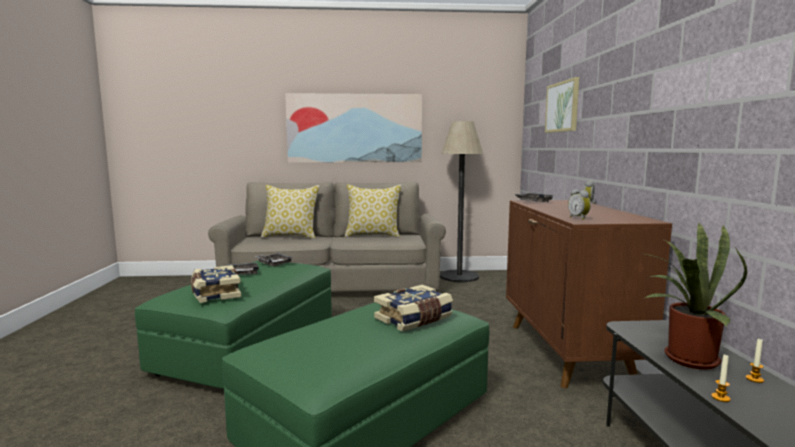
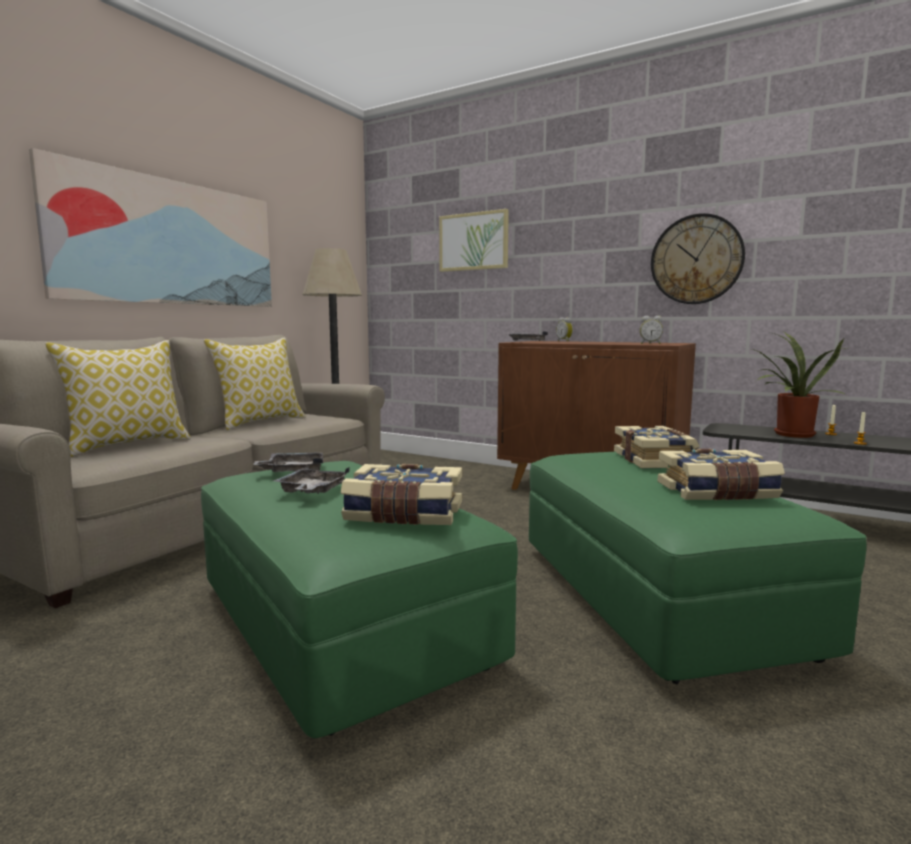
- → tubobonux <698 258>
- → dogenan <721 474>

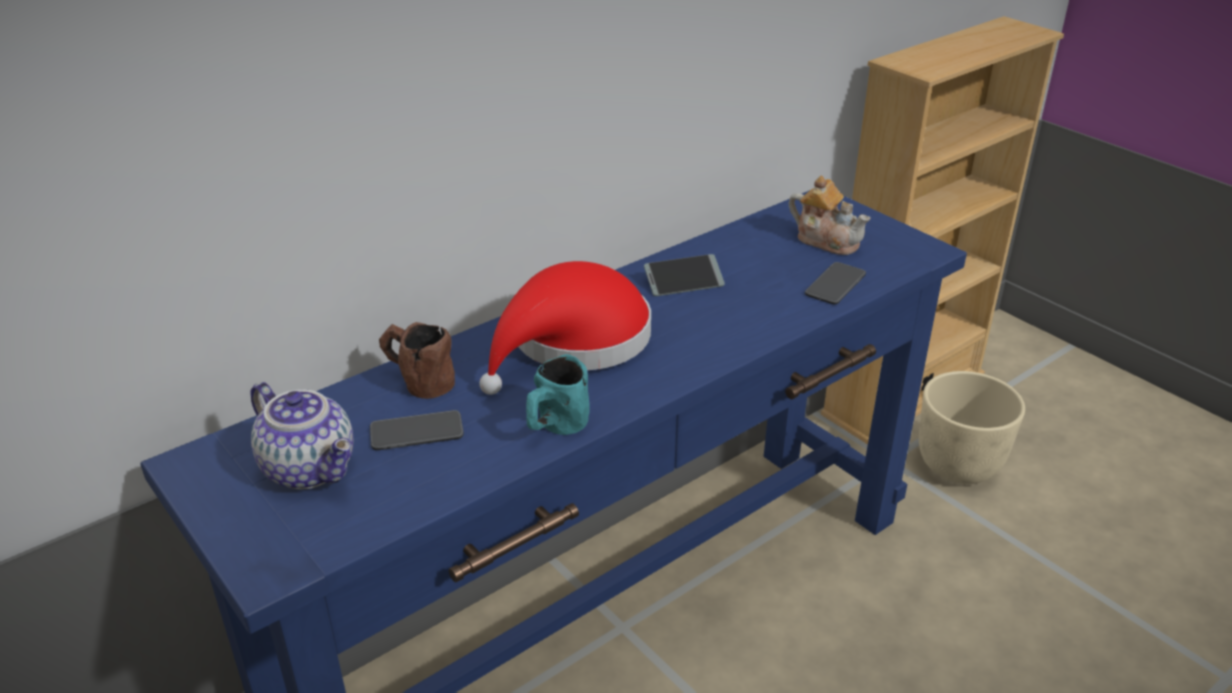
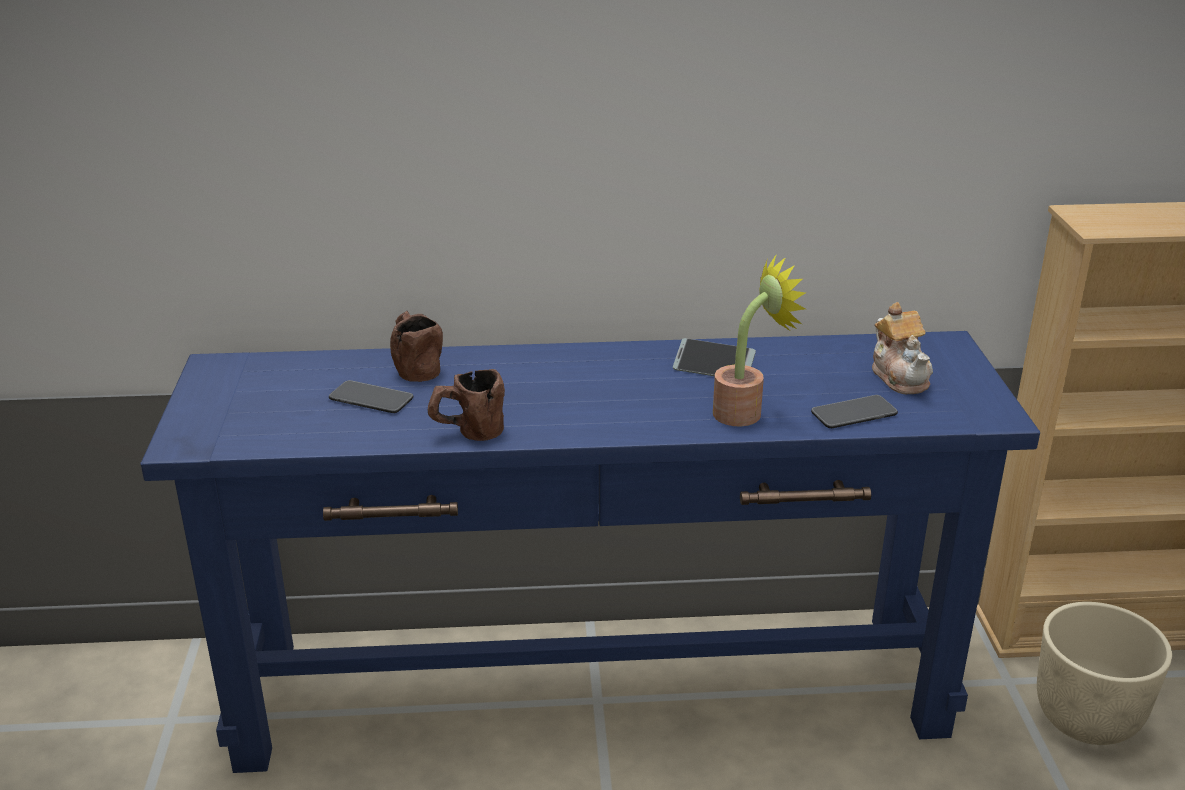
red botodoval <565 328> → -
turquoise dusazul <558 394> → brown dusazul <466 405>
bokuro <302 435> → -
- → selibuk <759 340>

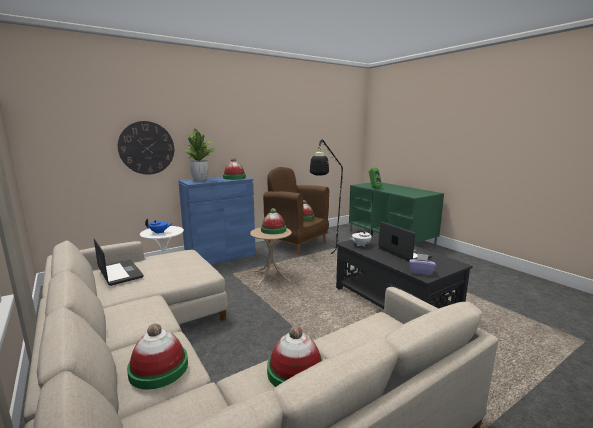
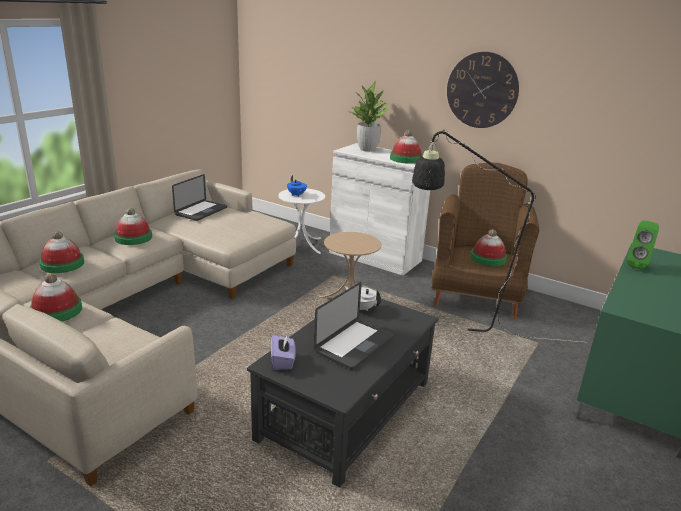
tubobonux <146 148> → tubobonux <483 90>, move
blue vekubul <217 221> → white vekubul <379 209>
botodoval <273 221> → botodoval <133 226>, move

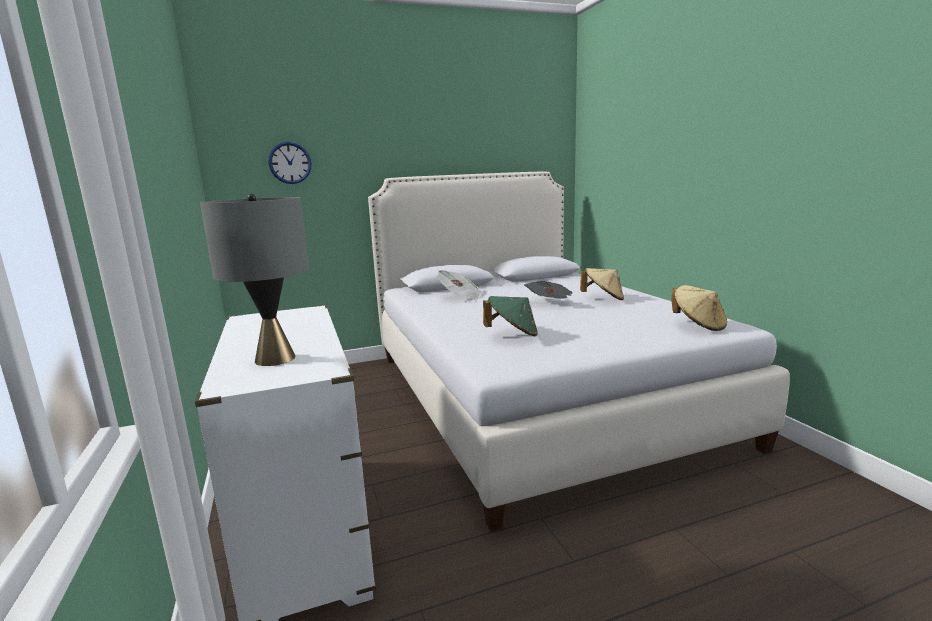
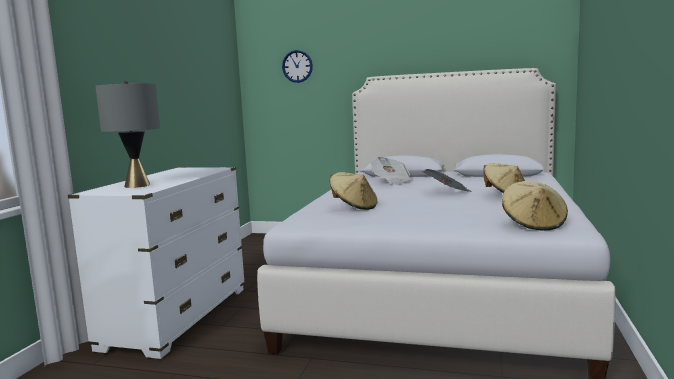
green botodoval <510 316> → beige botodoval <353 191>

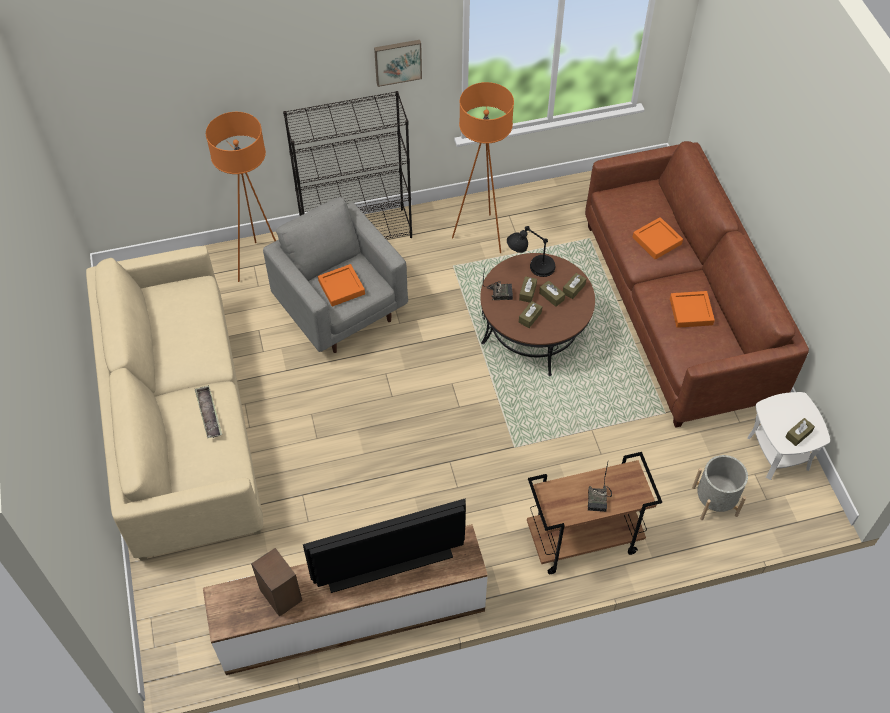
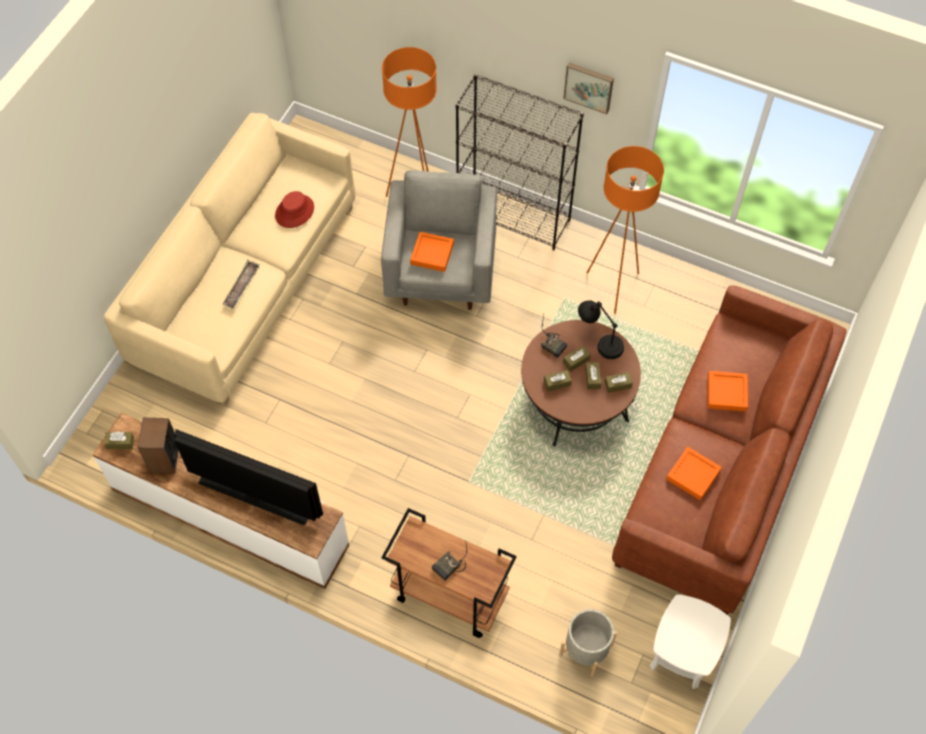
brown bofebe <800 432> → brown bofebe <119 440>, move
- → red botodoval <294 209>

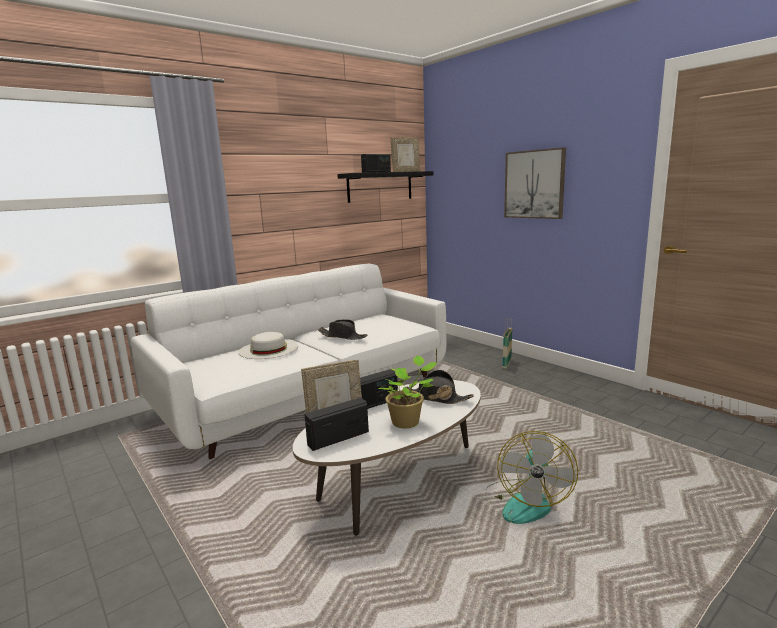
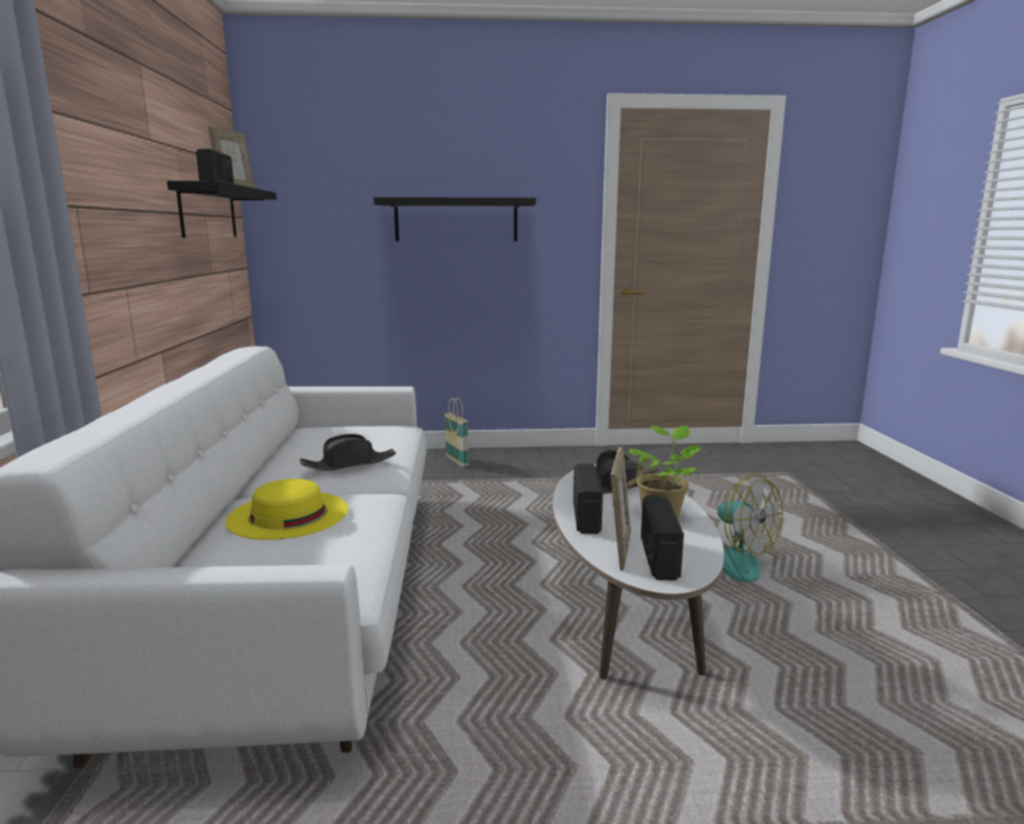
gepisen <535 183> → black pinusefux <454 219>
white botodoval <268 345> → yellow botodoval <286 509>

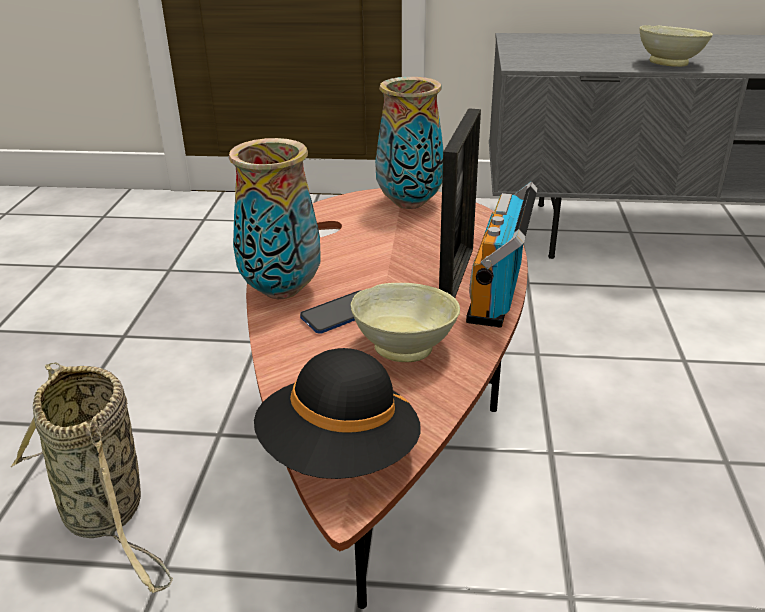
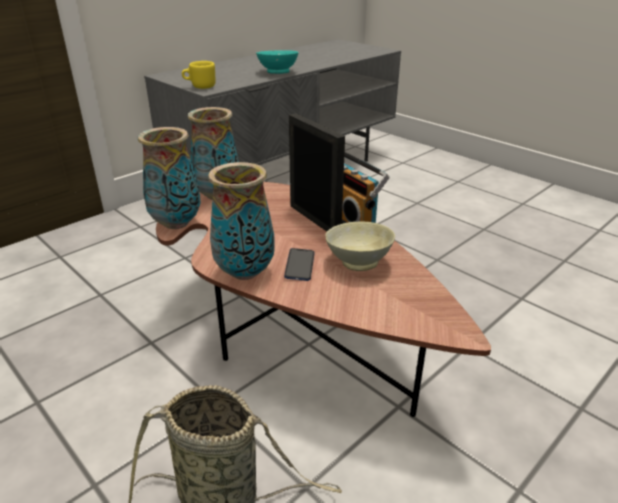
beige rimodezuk <676 46> → turquoise rimodezuk <277 62>
black botodoval <337 413> → -
- → yellow dusazul <198 75>
- → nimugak <169 178>

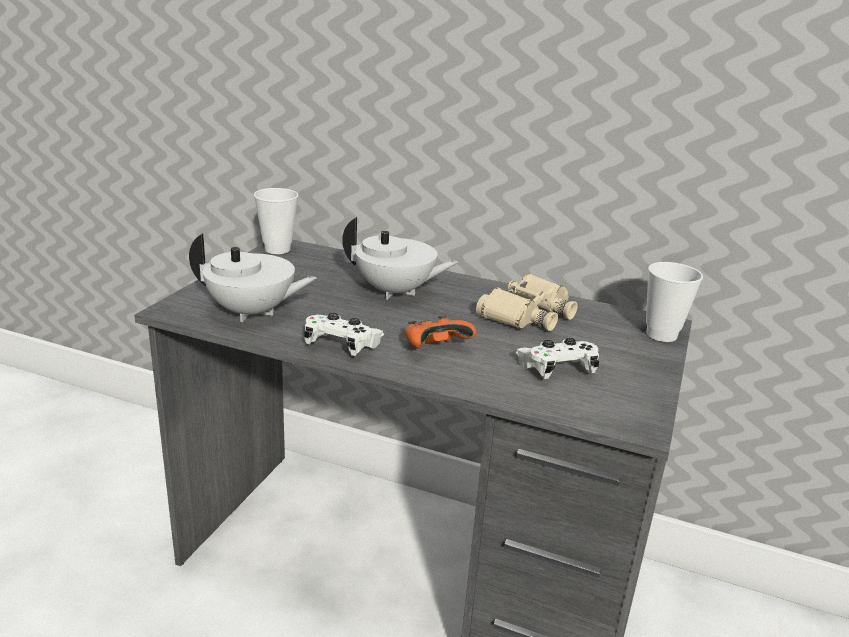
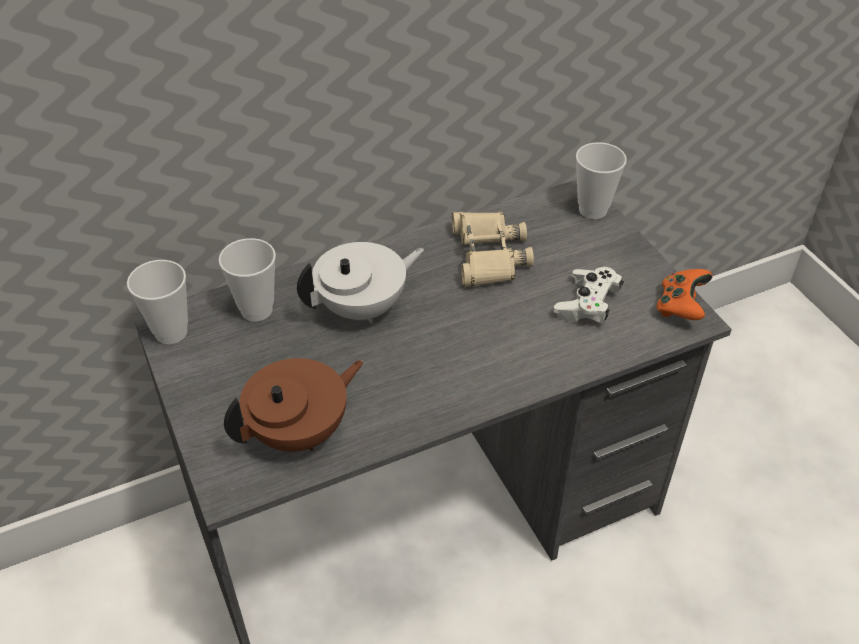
white bokuro <253 277> → brown bokuro <294 405>
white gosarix <344 334> → -
orange gosarix <441 331> → orange gosarix <685 294>, move
- → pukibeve <247 280>

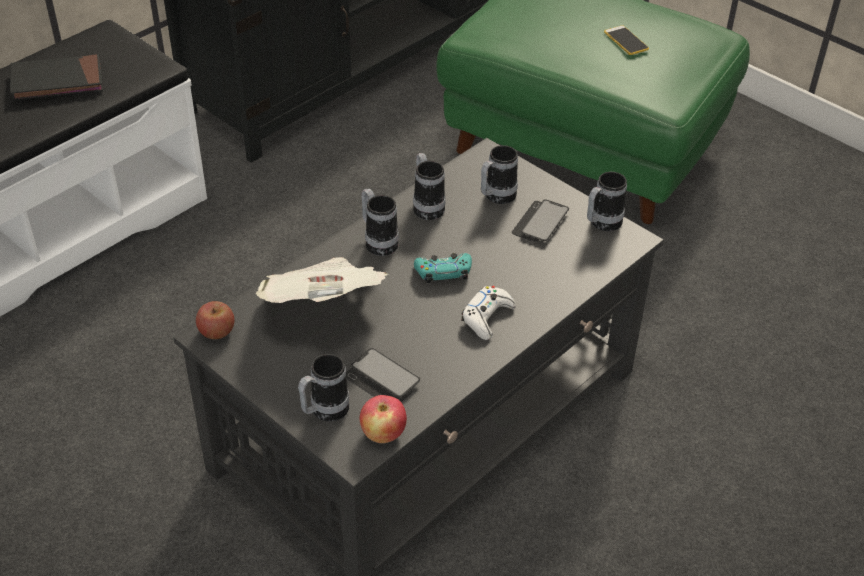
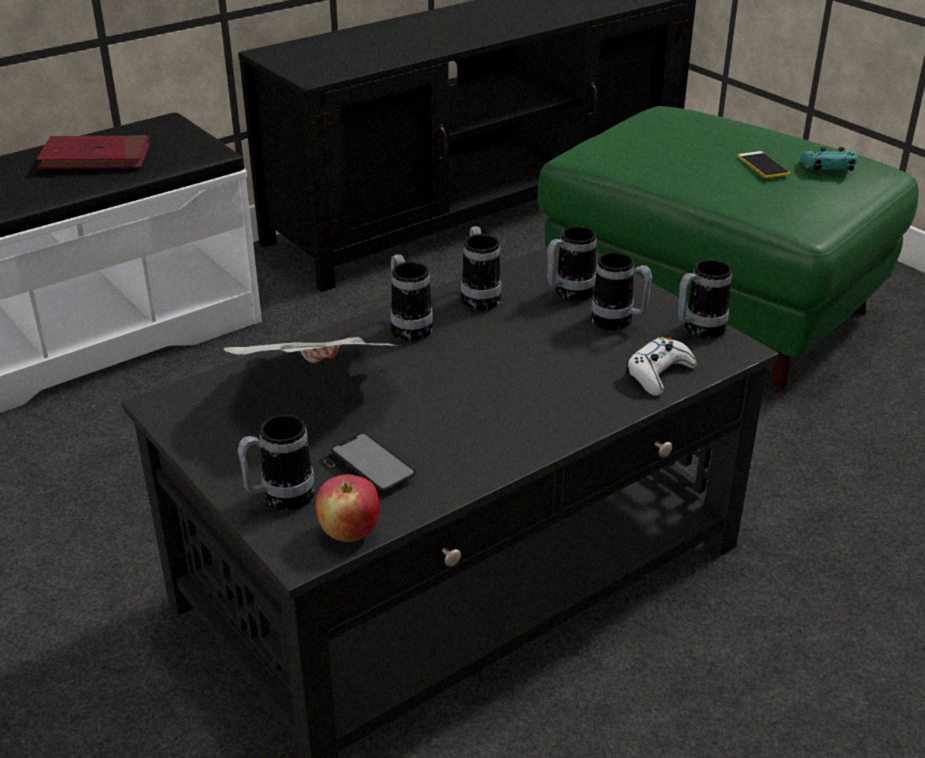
black dogenan <56 77> → red dogenan <93 152>
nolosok <540 221> → dusazul <621 291>
turquoise gosarix <443 268> → turquoise gosarix <829 159>, move
white gosarix <488 313> → white gosarix <661 366>, move
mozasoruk <215 320> → -

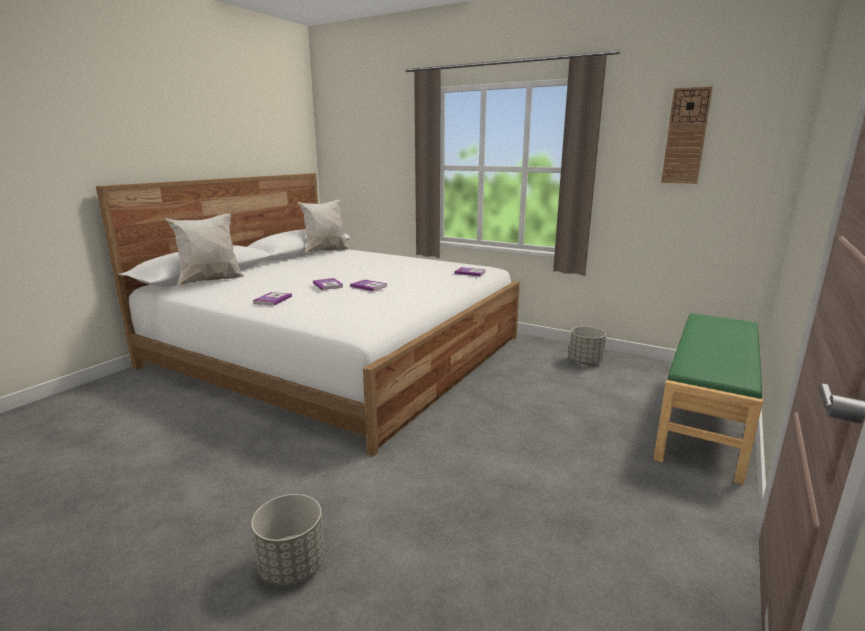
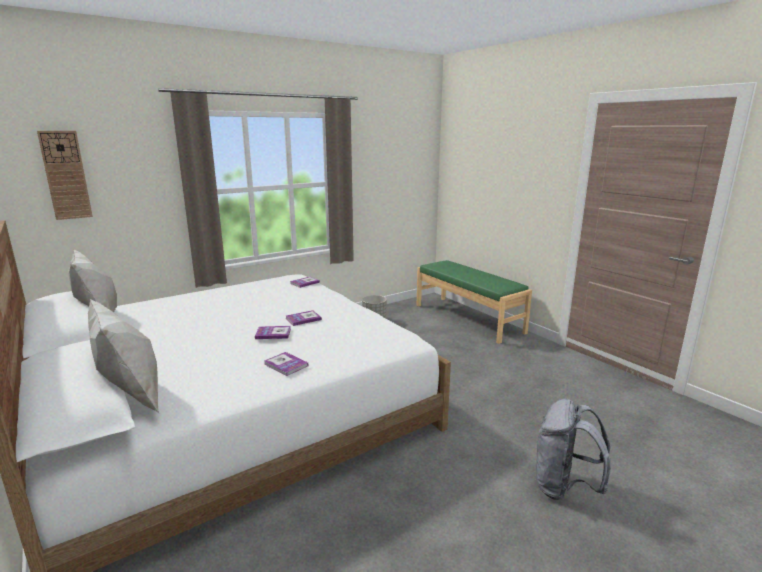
tubobonux <687 135> → tubobonux <65 175>, move
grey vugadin <288 539> → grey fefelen <573 449>

